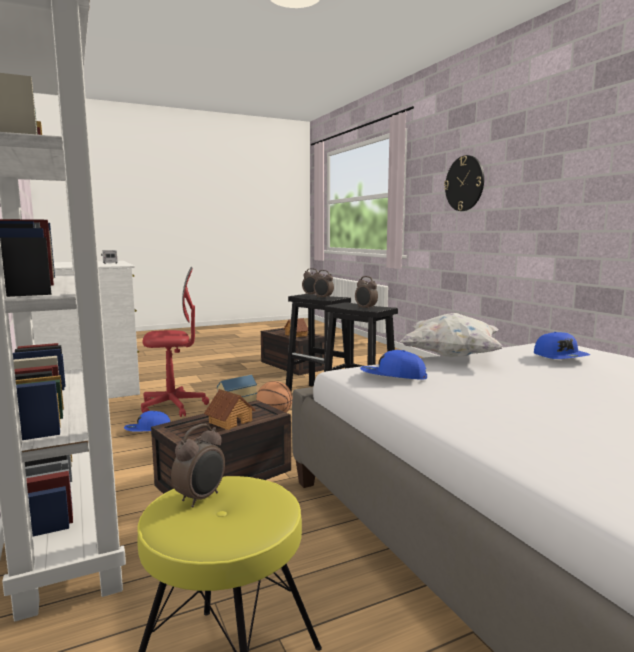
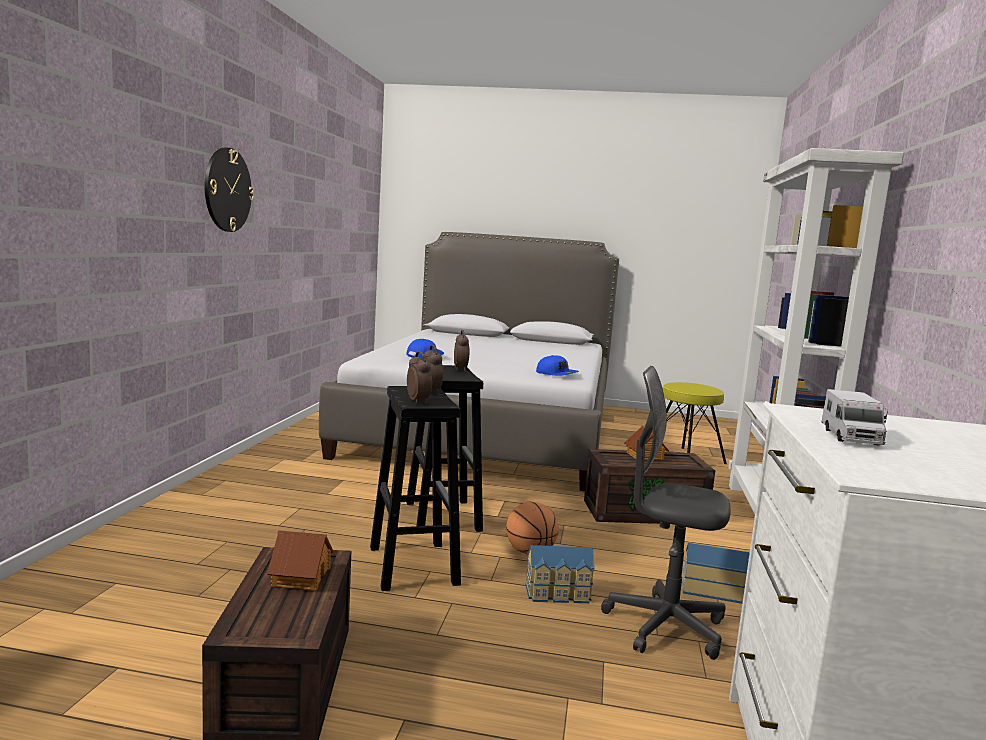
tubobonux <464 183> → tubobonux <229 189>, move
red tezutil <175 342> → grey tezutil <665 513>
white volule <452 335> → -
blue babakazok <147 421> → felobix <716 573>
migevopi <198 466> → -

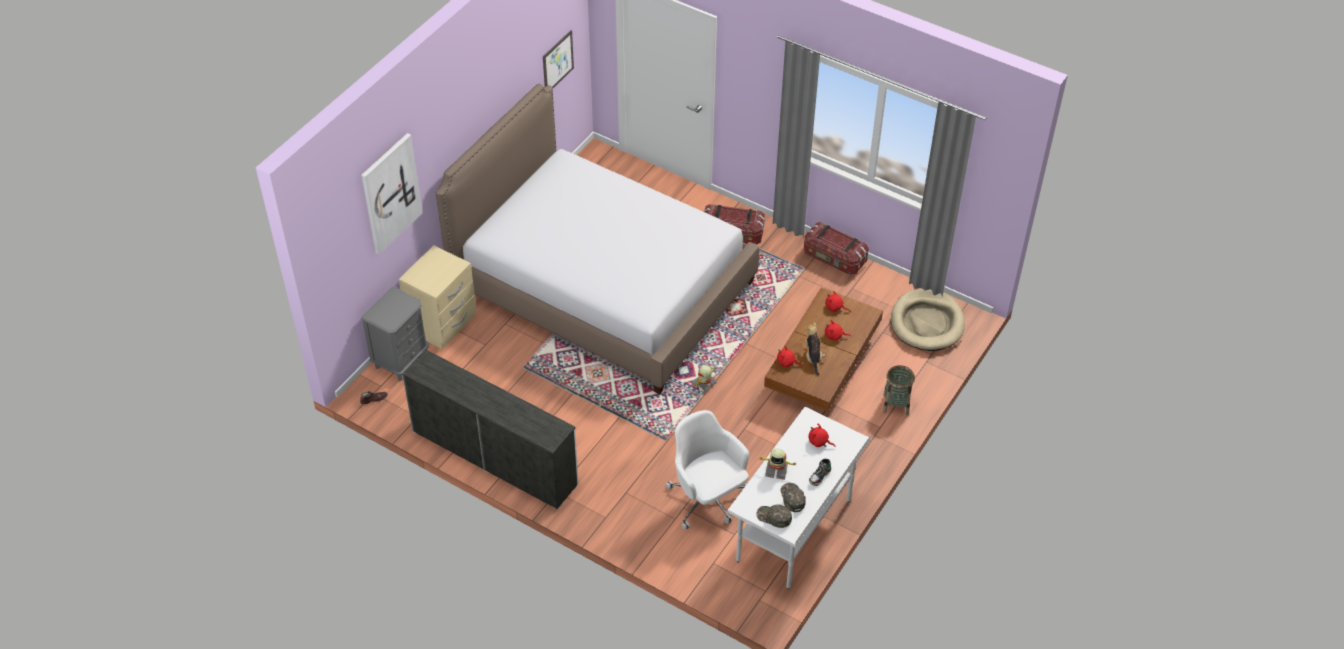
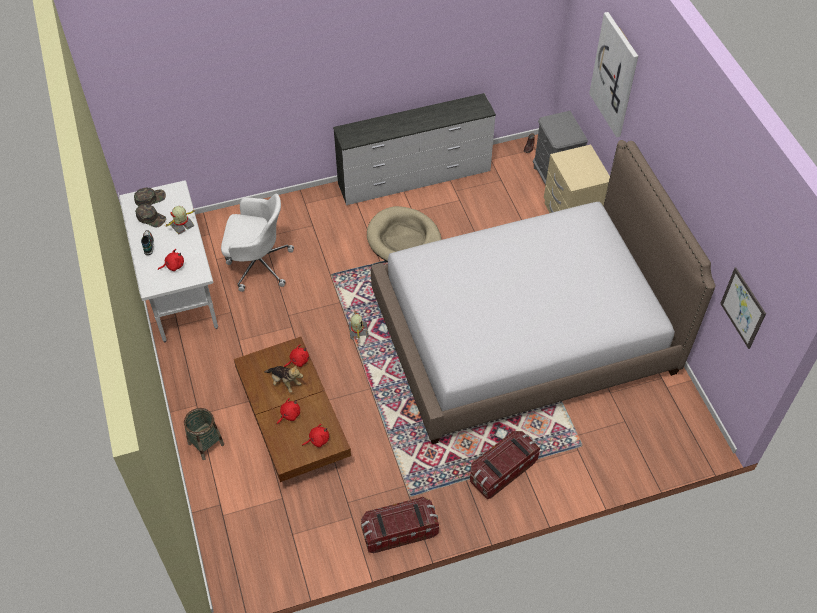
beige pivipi <928 320> → beige pivipi <404 234>, move

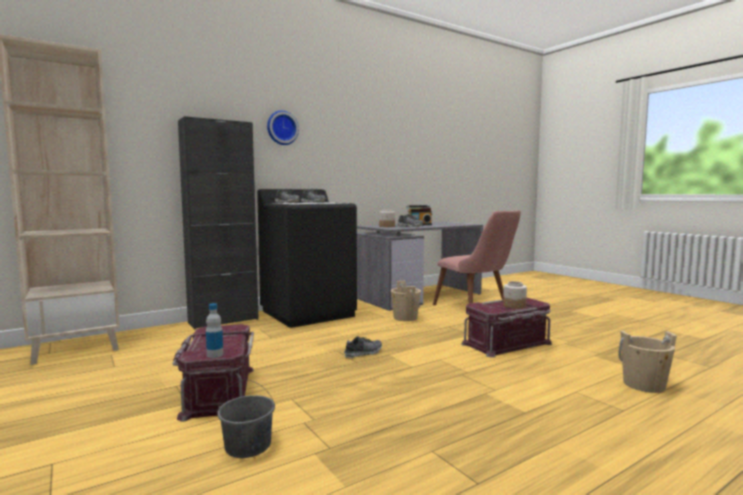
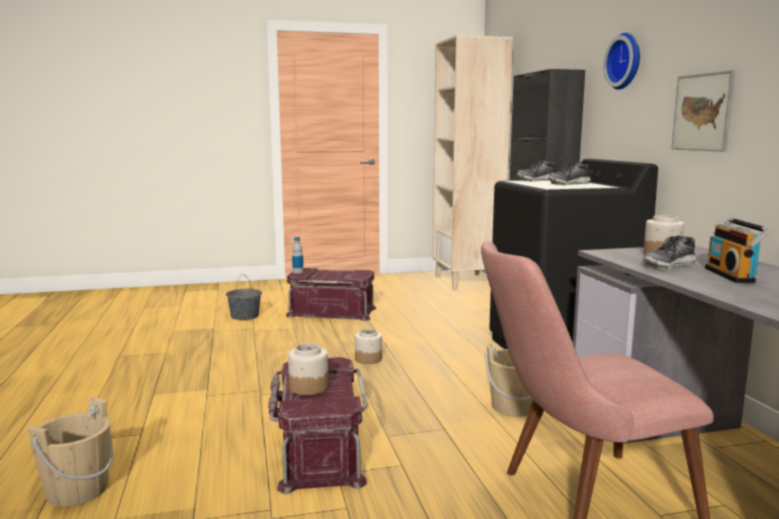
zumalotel <363 347> → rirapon <368 346>
- → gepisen <703 111>

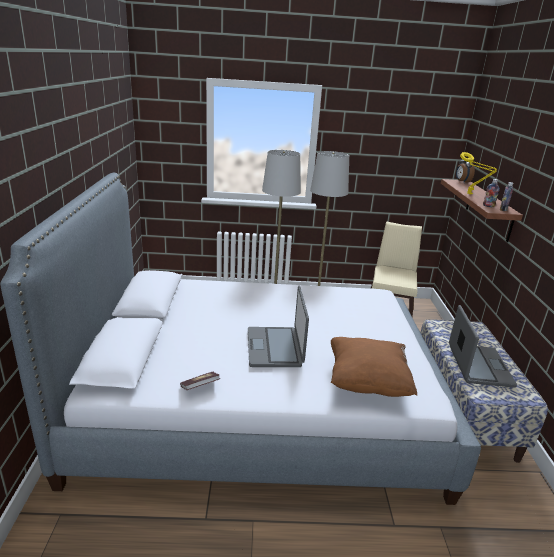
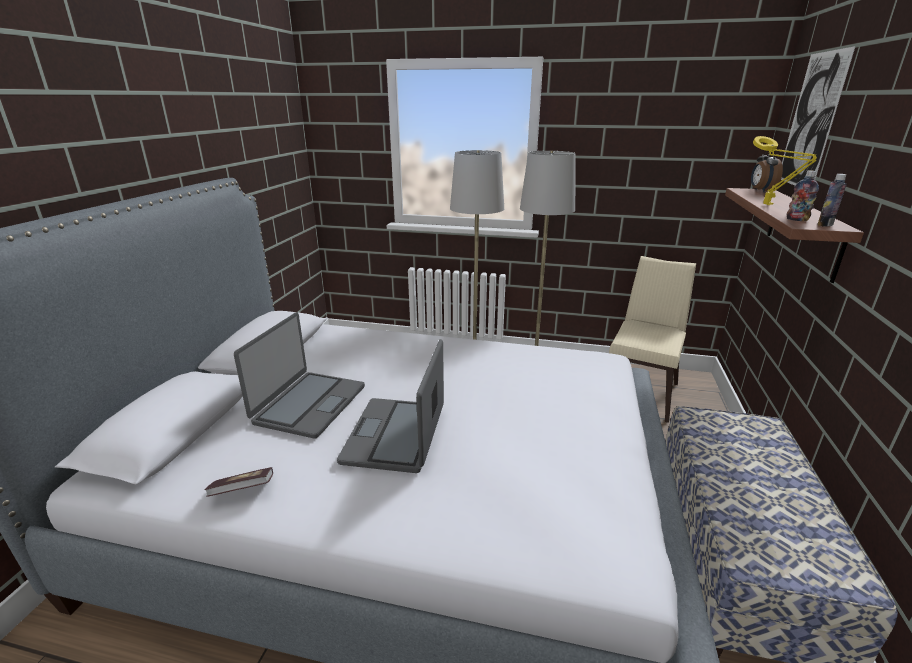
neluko <483 346> → neluko <299 375>, move
brown volule <374 367> → -
- → gepisen <818 116>

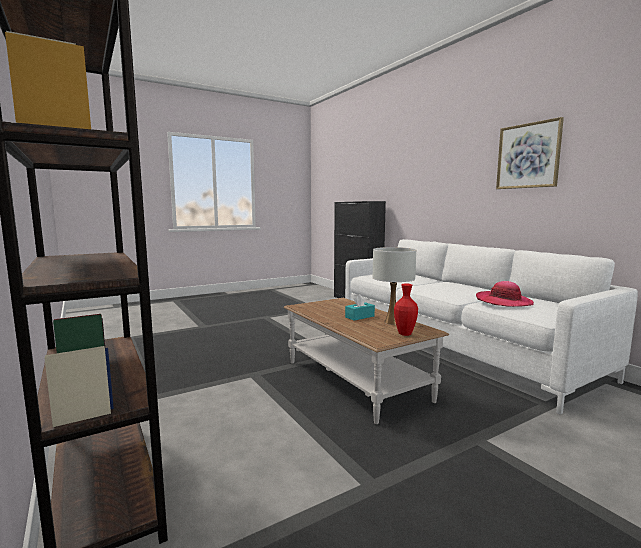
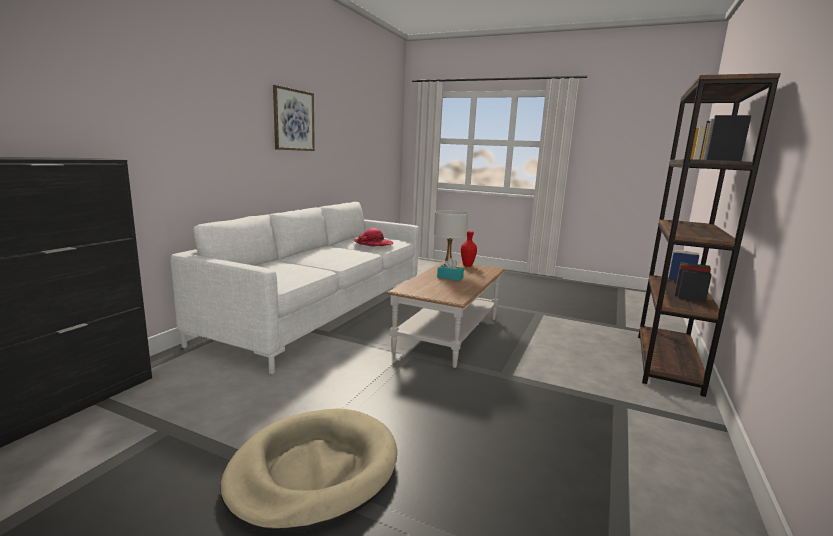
- → beige pivipi <309 471>

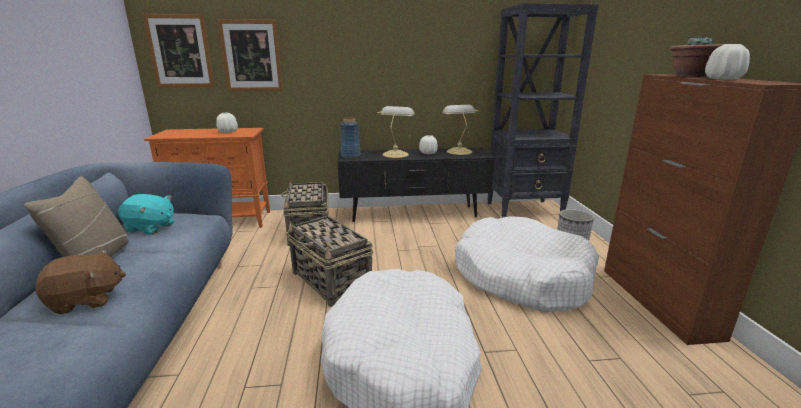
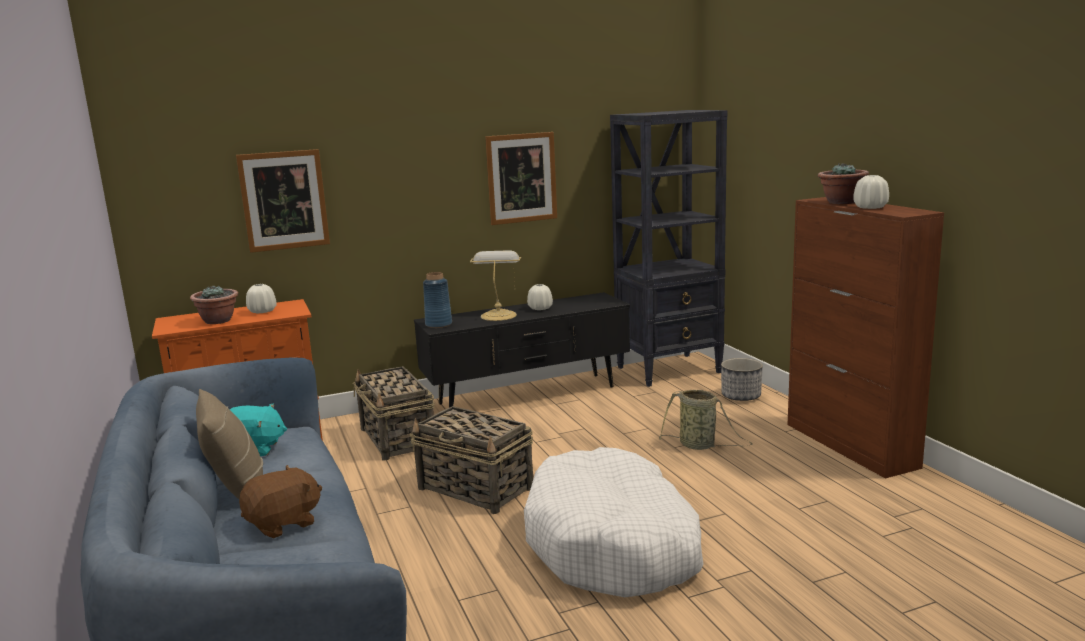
gepisen <178 50> → gepisen <521 178>, move
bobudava <460 130> → -
white pivipi <527 264> → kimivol <705 420>
- → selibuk <214 305>

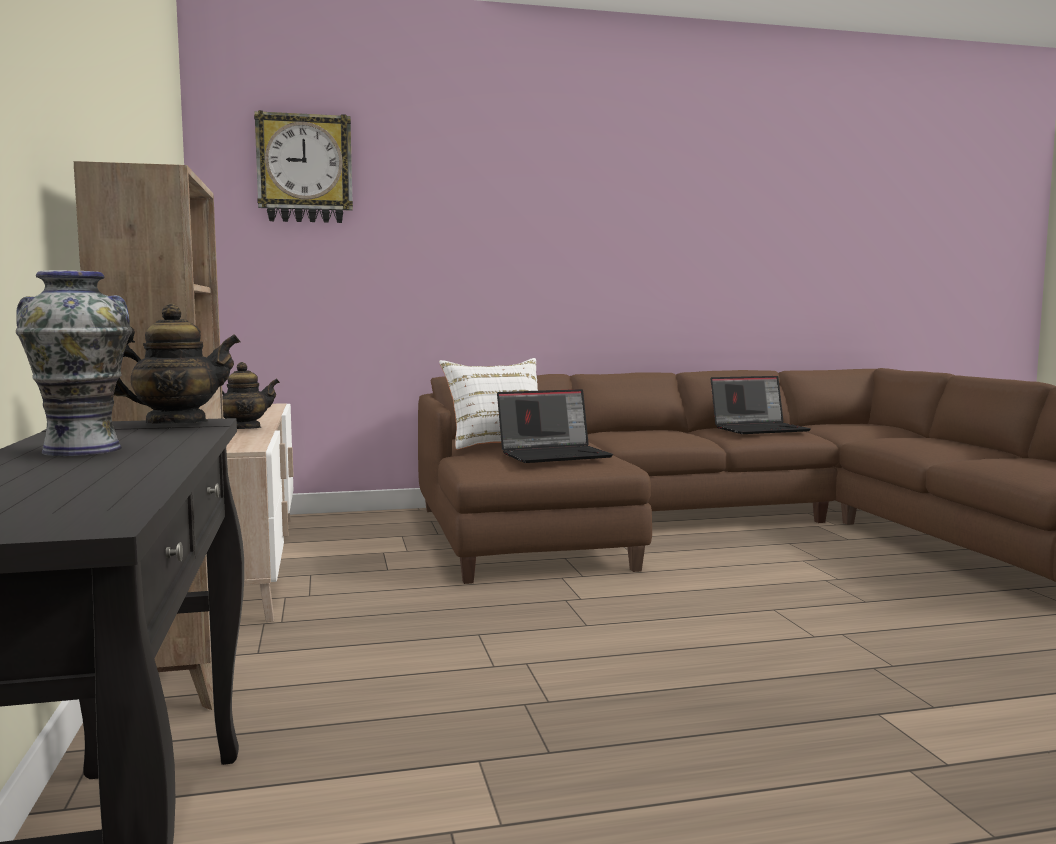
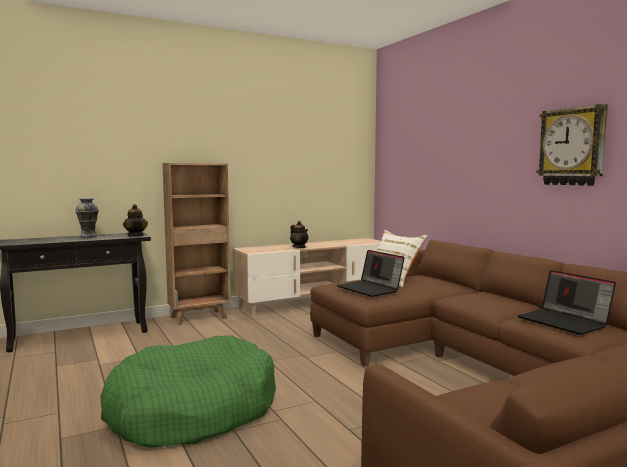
tubobonux <303 166> → tubobonux <572 145>, move
- → green pivipi <188 391>

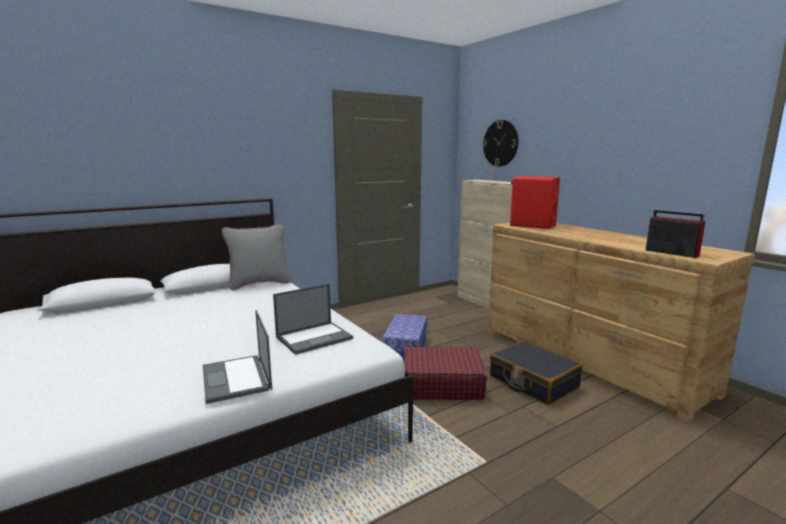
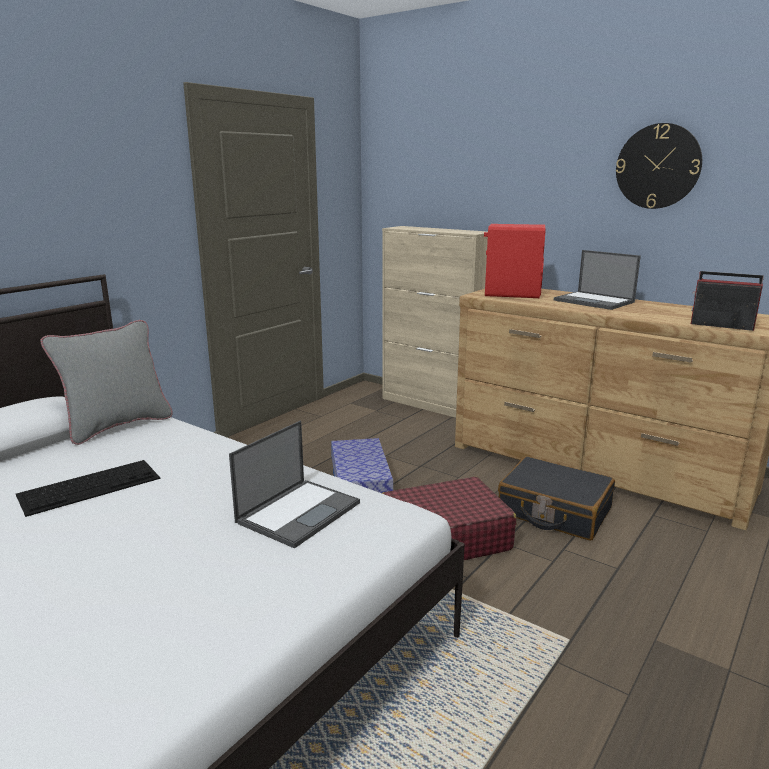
tubobonux <500 143> → tubobonux <659 166>, move
neluko <237 357> → neluko <597 280>, move
- → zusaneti <88 488>

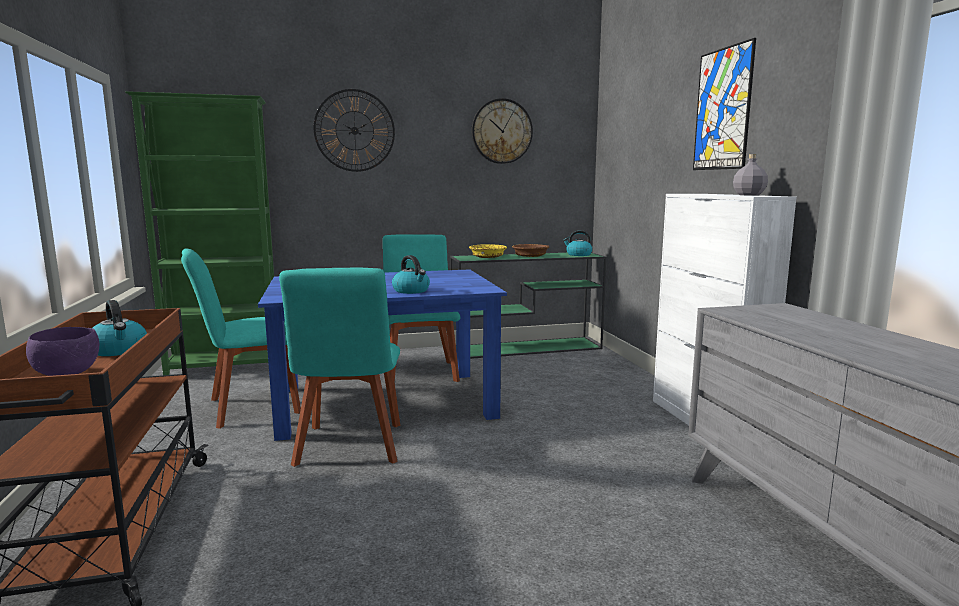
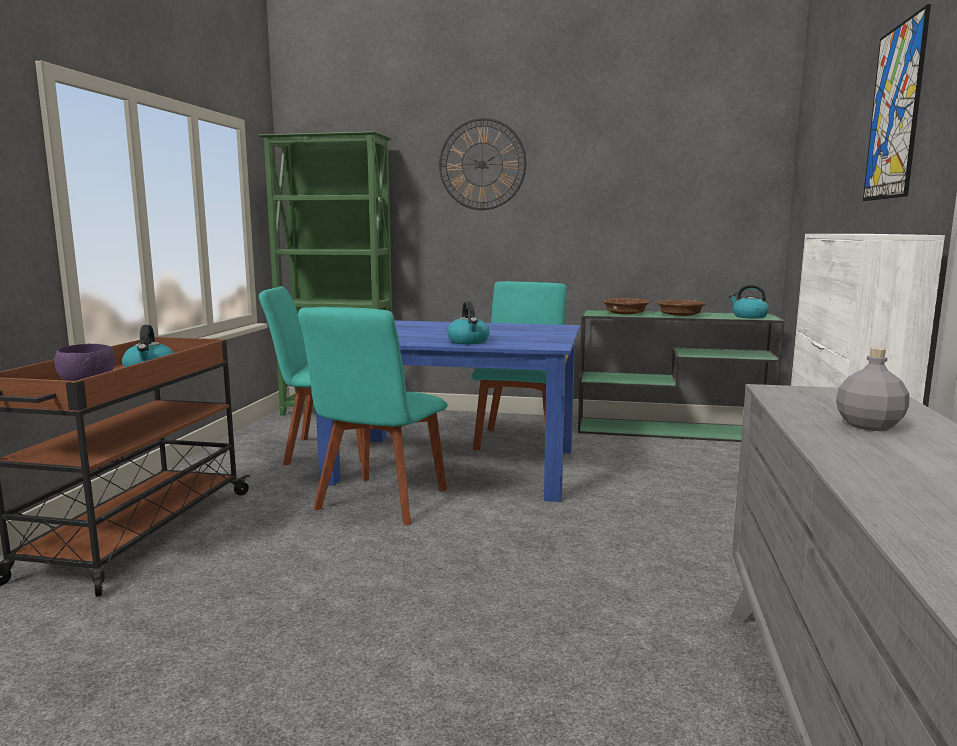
tubobonux <502 131> → -
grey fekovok <750 174> → grey fekovok <872 389>, move
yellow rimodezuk <488 251> → brown rimodezuk <626 306>

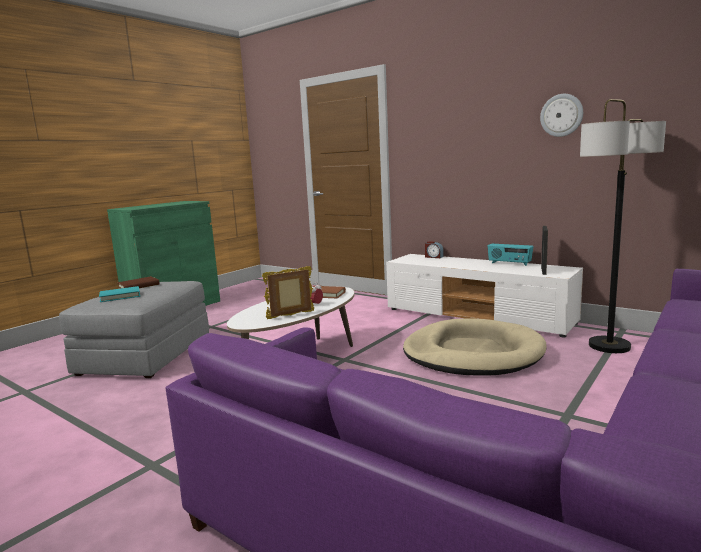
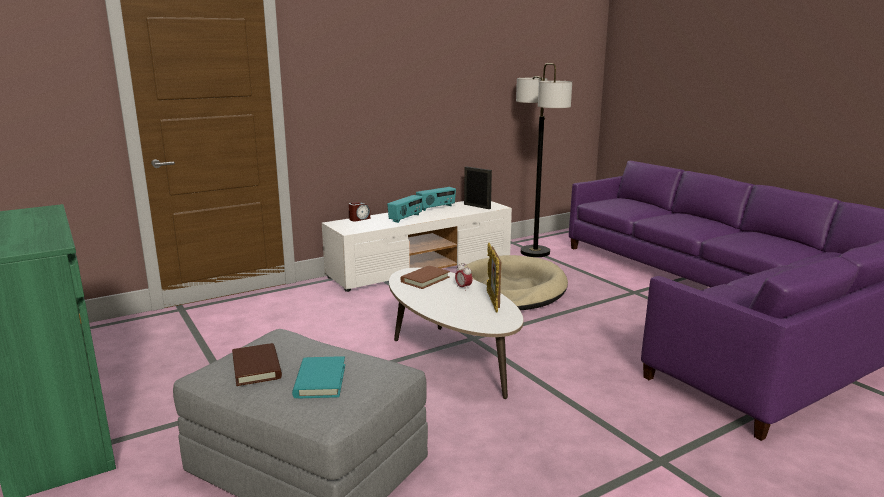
tubobonux <561 115> → -
- → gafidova <405 209>

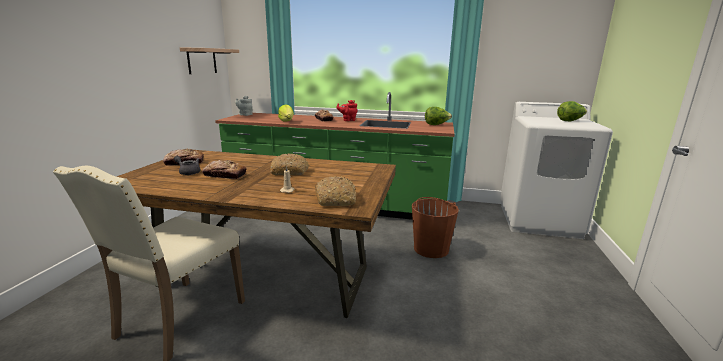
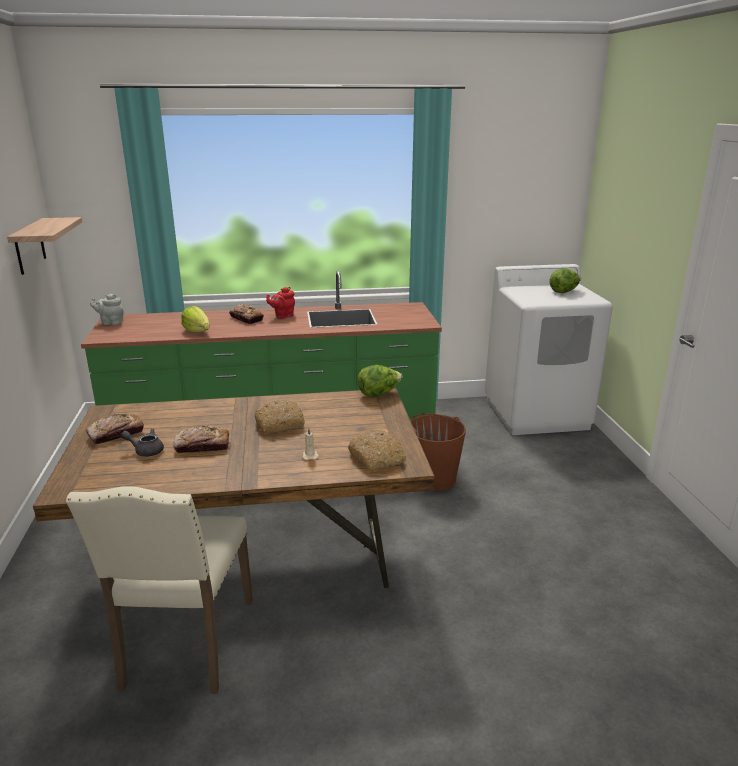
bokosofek <438 116> → bokosofek <380 381>, move

